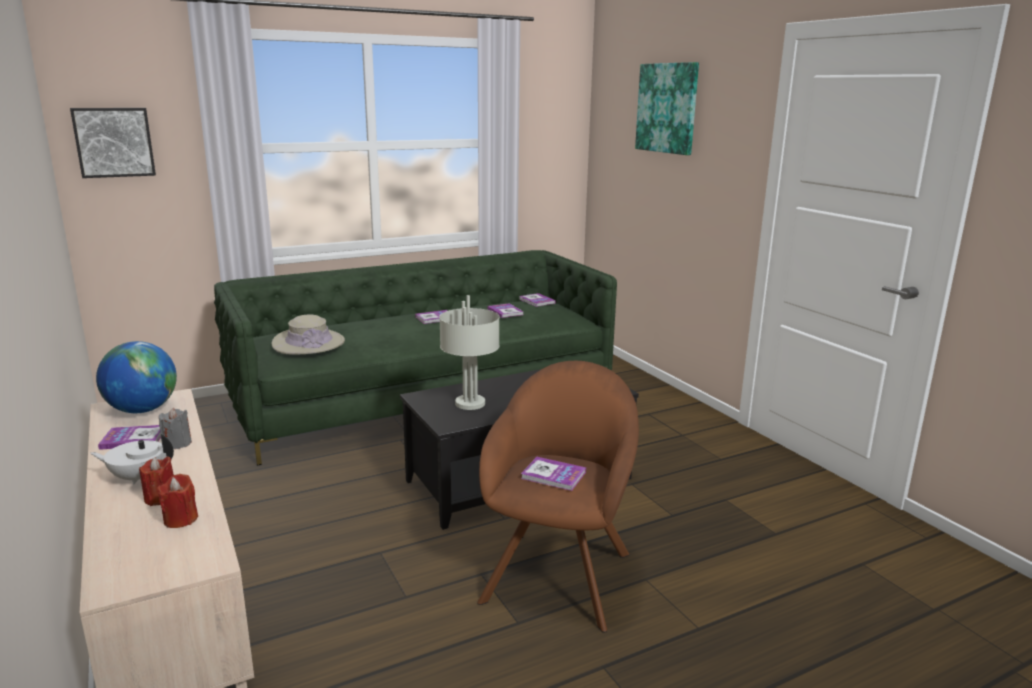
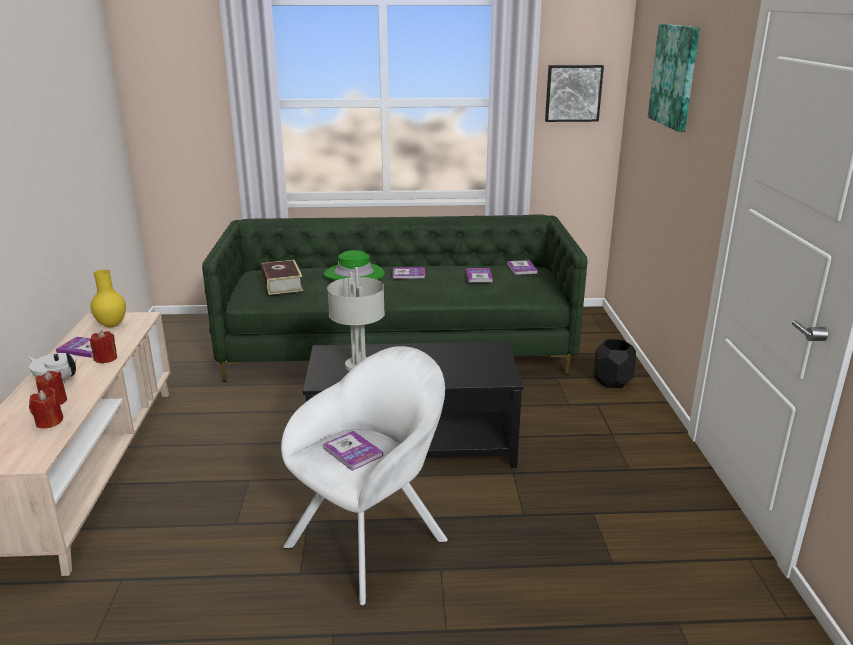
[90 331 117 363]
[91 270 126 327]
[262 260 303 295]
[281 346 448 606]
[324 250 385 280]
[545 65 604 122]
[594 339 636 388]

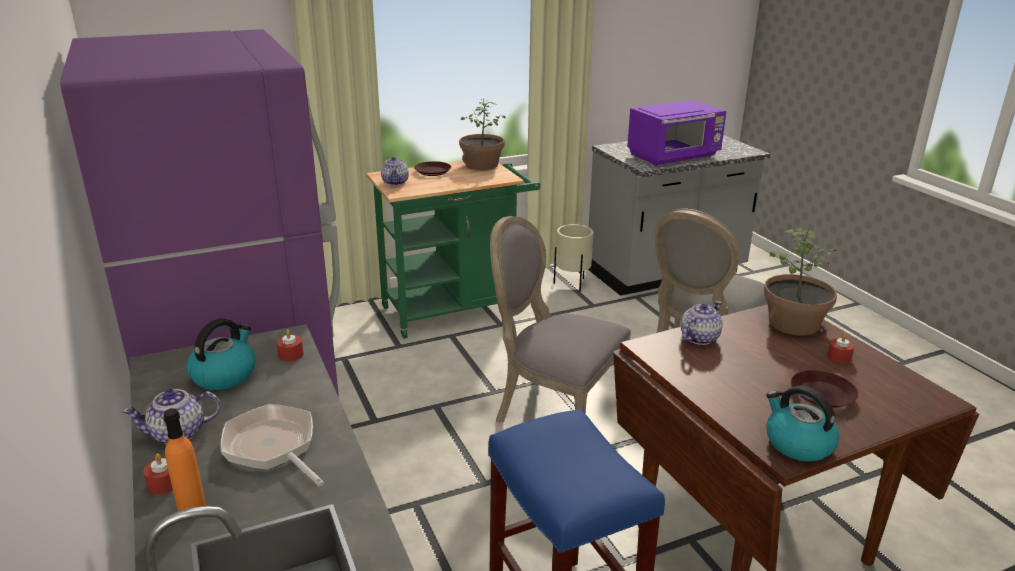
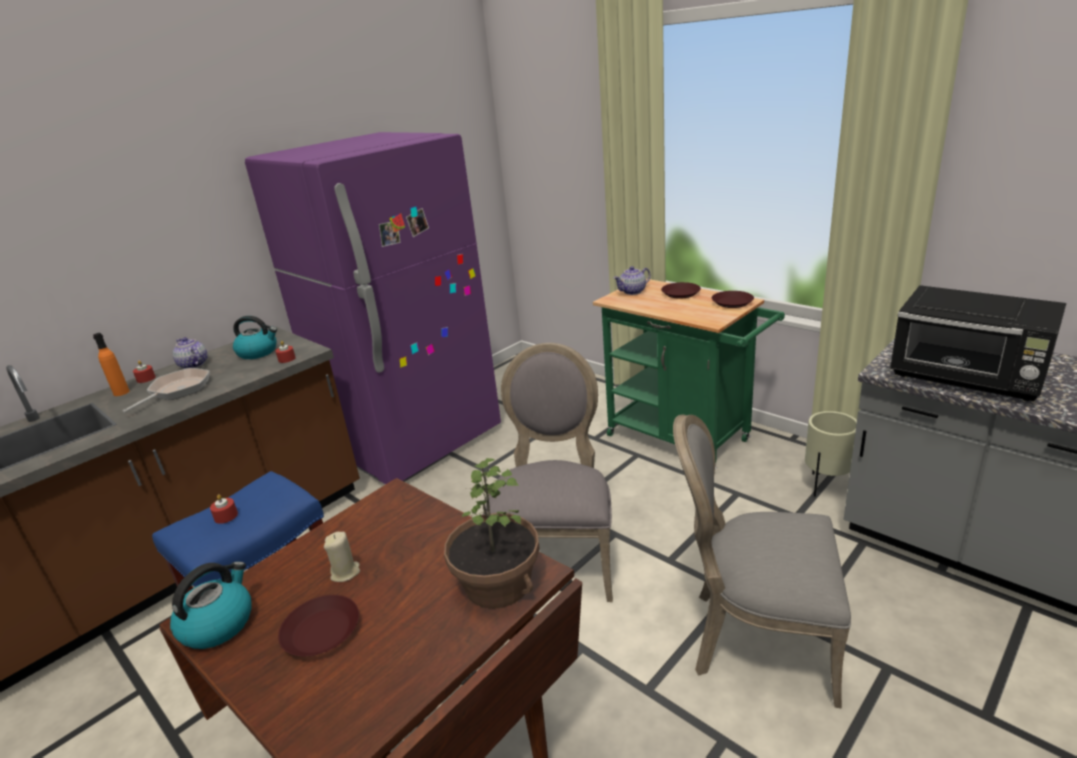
[210 495 238 524]
[324 532 360 582]
[712 291 754 308]
[890 285 1066 401]
[681 301 723 345] (first image)

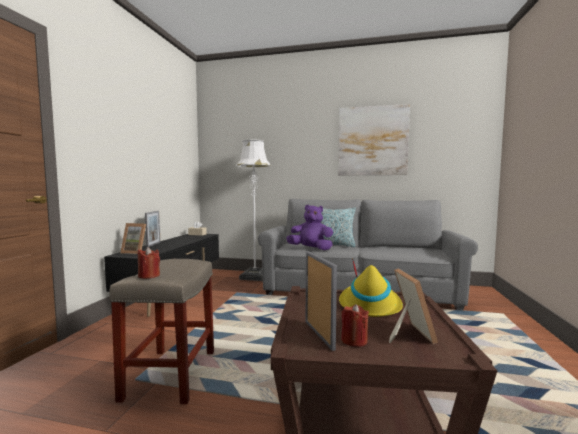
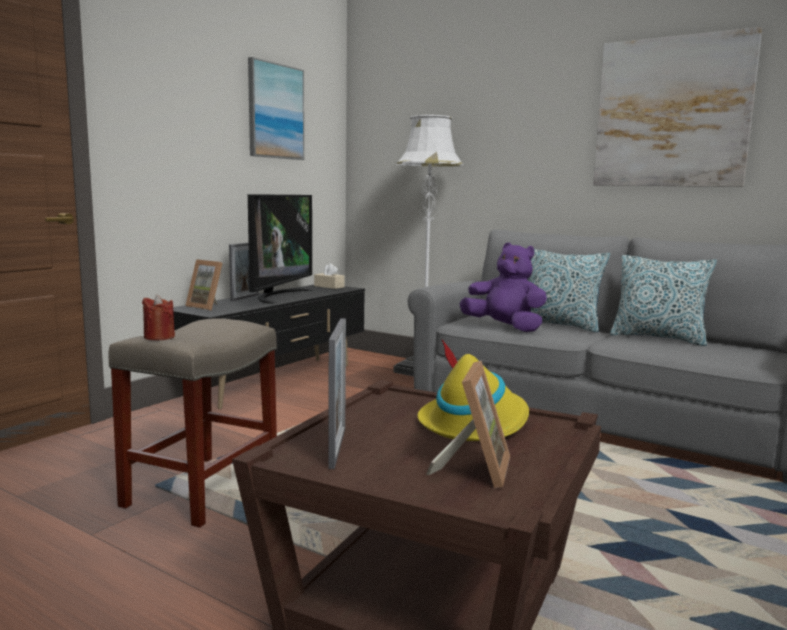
[248 57 304 160]
[248 194 312 304]
[610 255 717 346]
[341 304 369 347] (first image)

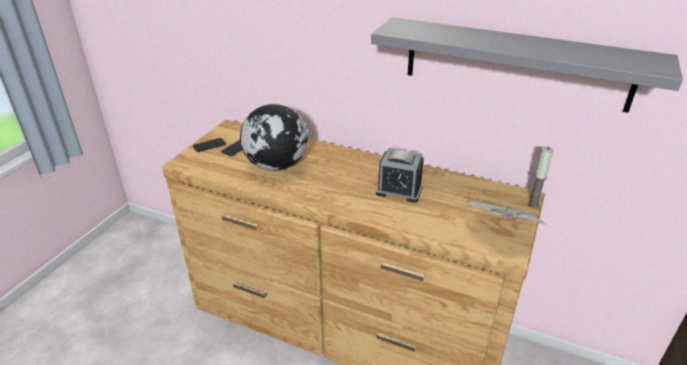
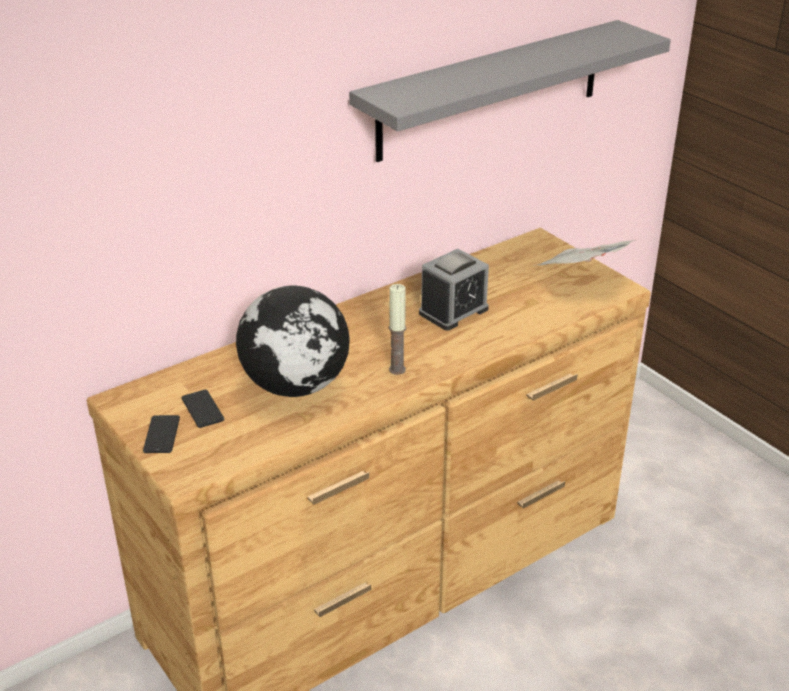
[389 284 406 375]

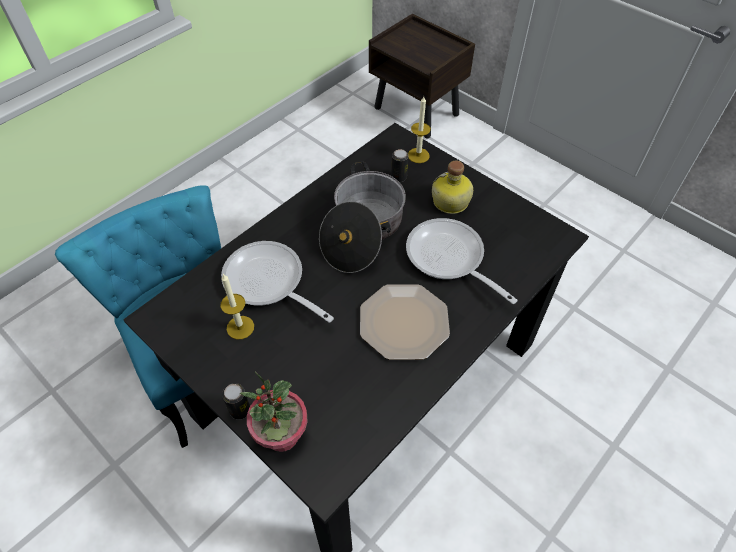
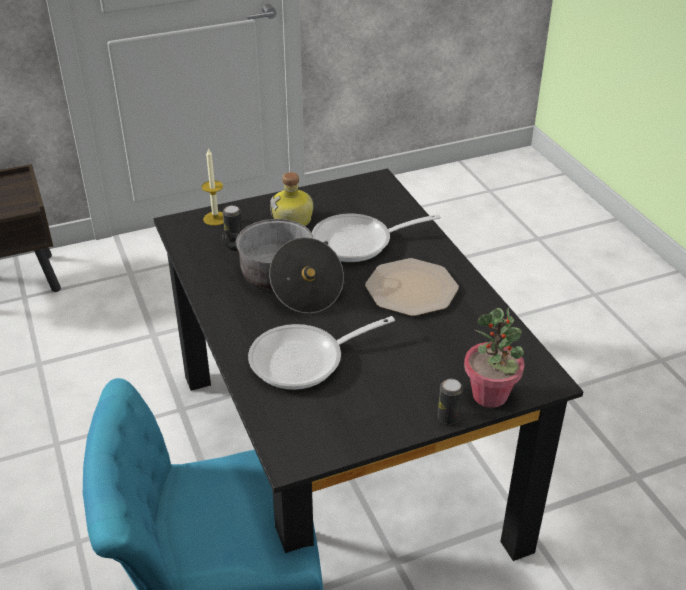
[220 274 254 339] (first image)

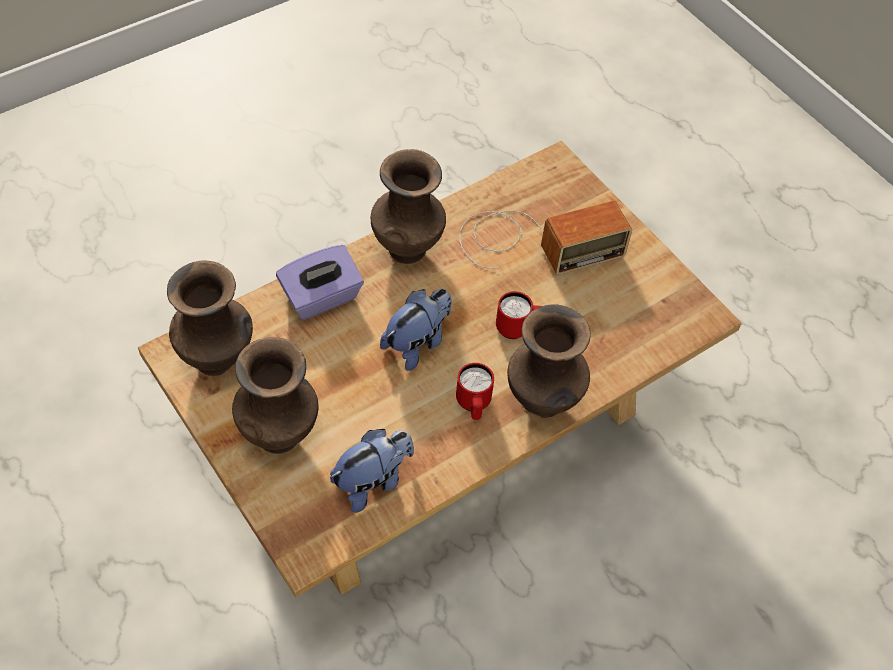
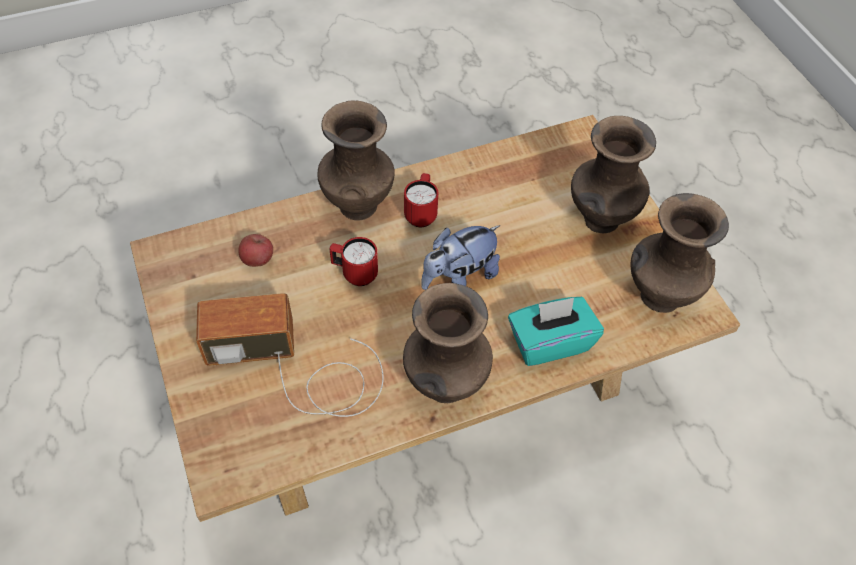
[239 234 273 267]
[508 297 604 366]
[330 429 414 513] (first image)

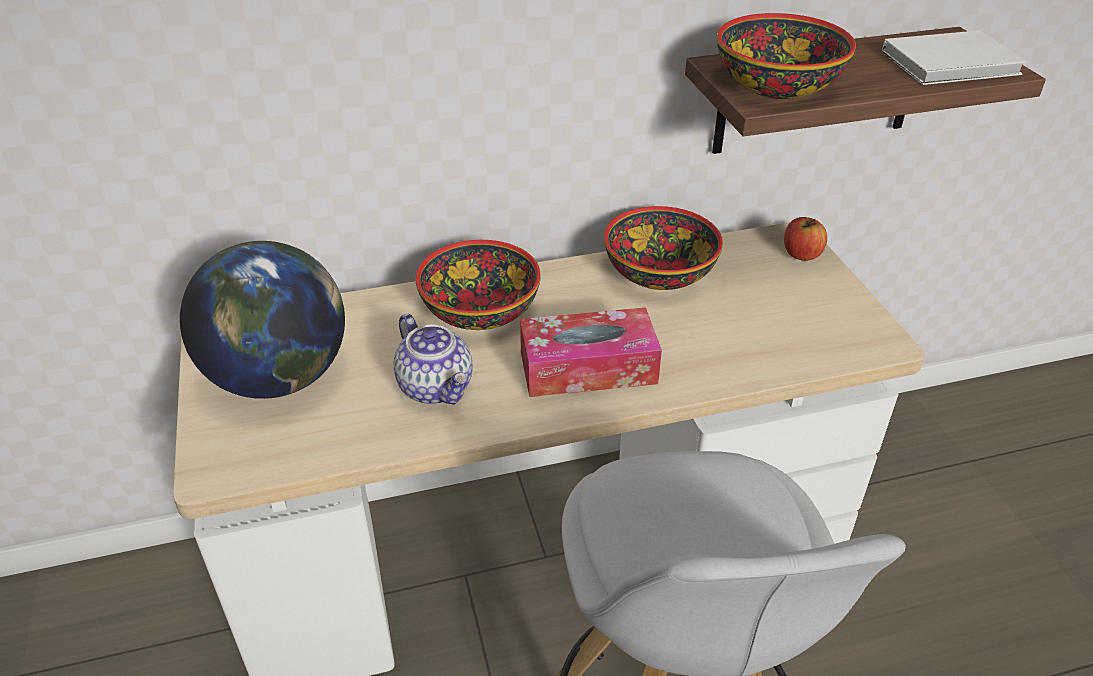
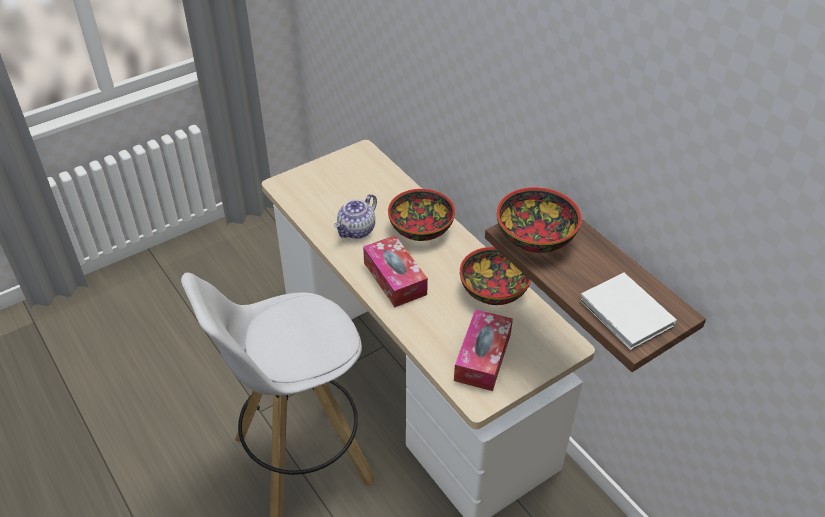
[454 309 513 391]
[180 241 345 399] (first image)
[784 217 827 261] (first image)

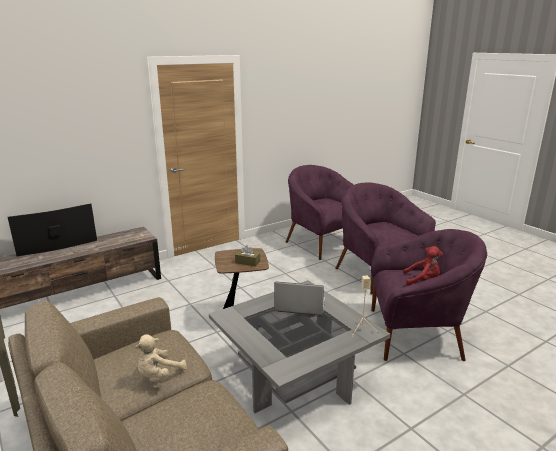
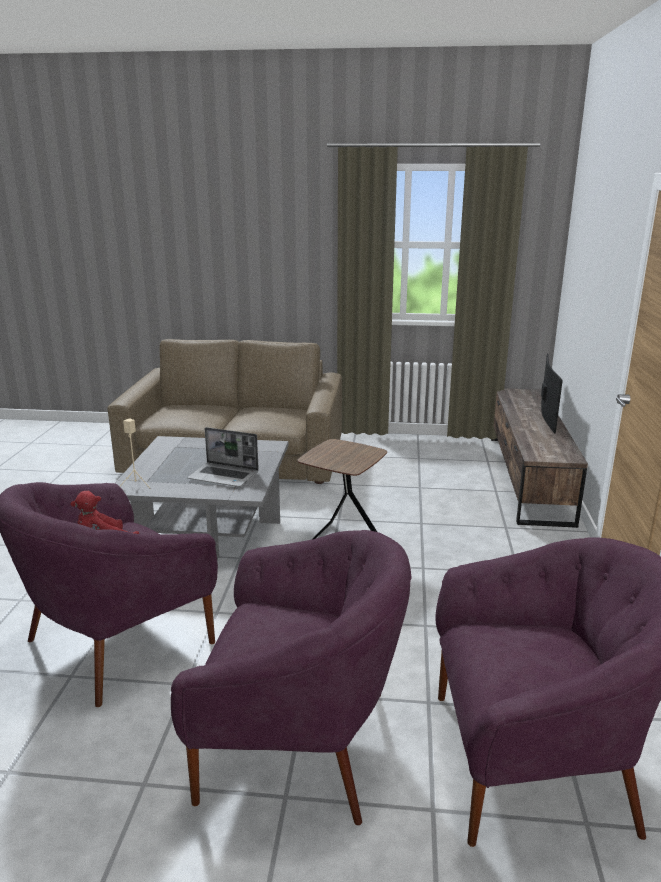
[187 427 259 487]
[135 334 187 379] (first image)
[235 245 260 267] (first image)

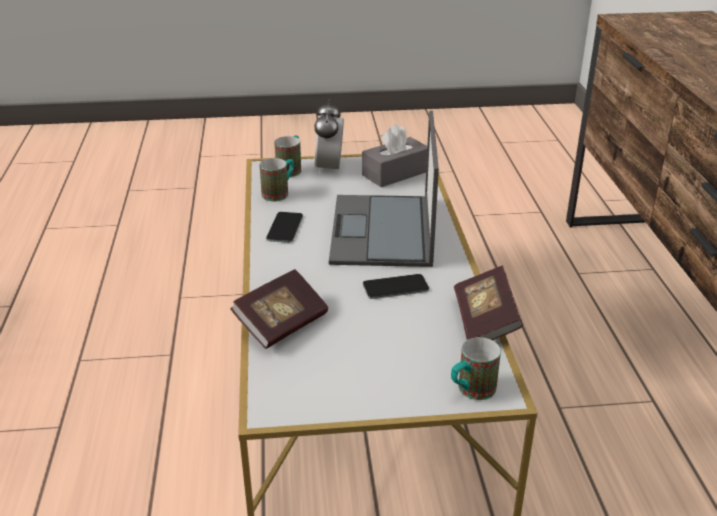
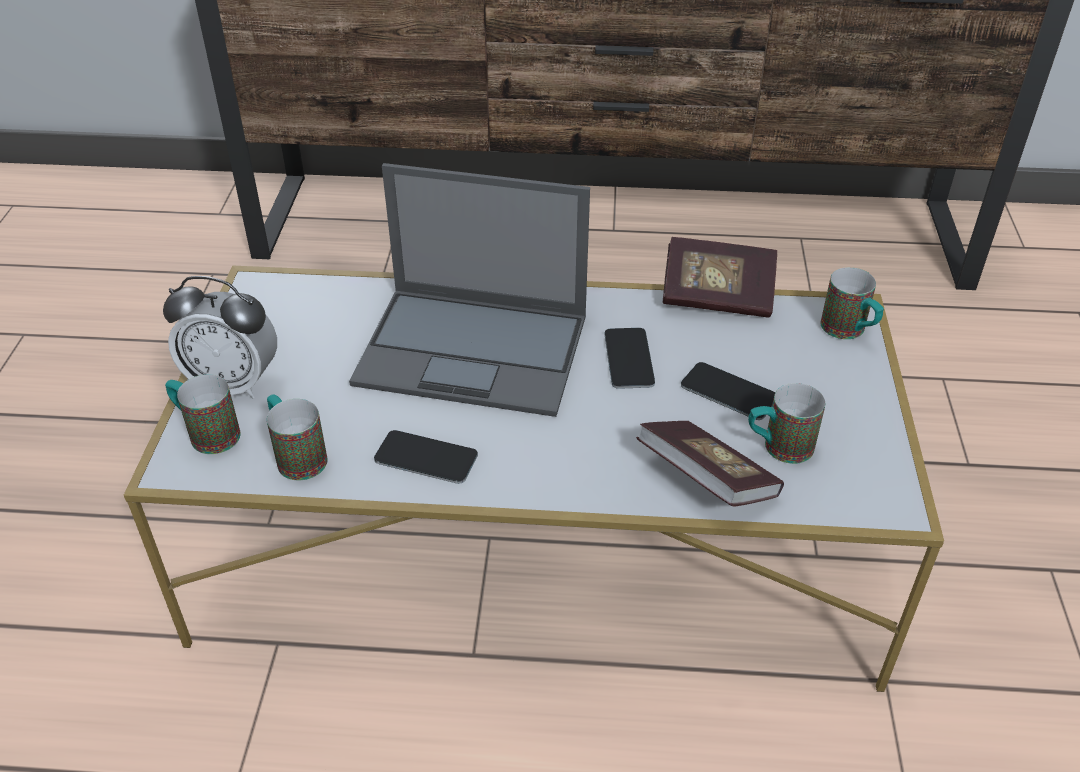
[681 362 776 420]
[748 383 825 464]
[362 124 427 187] (first image)

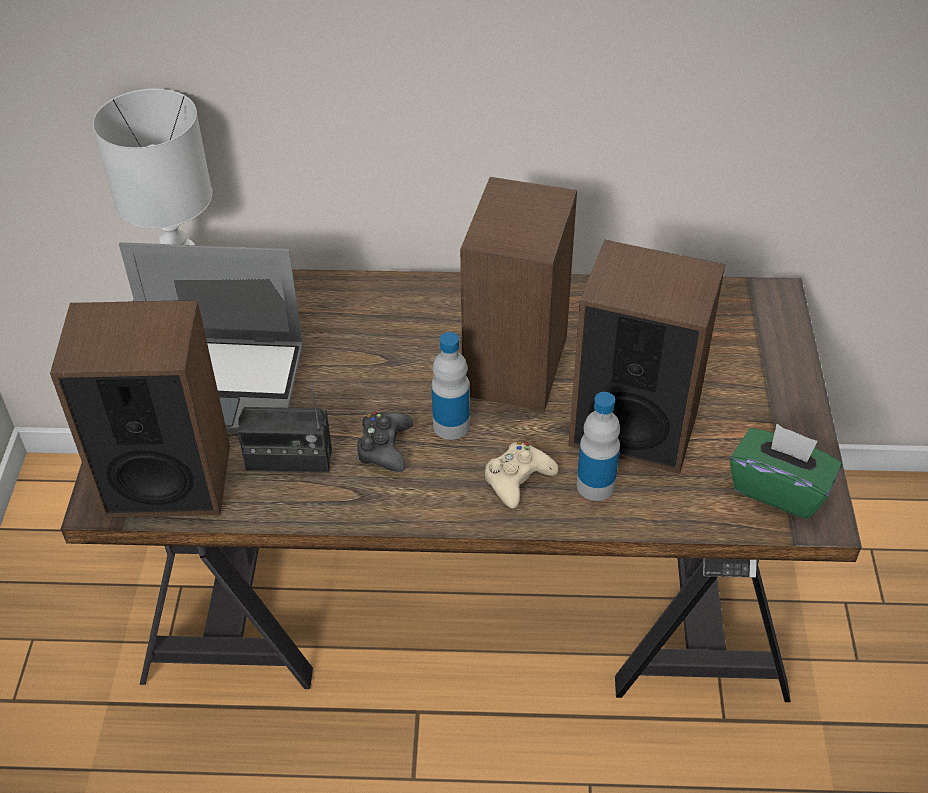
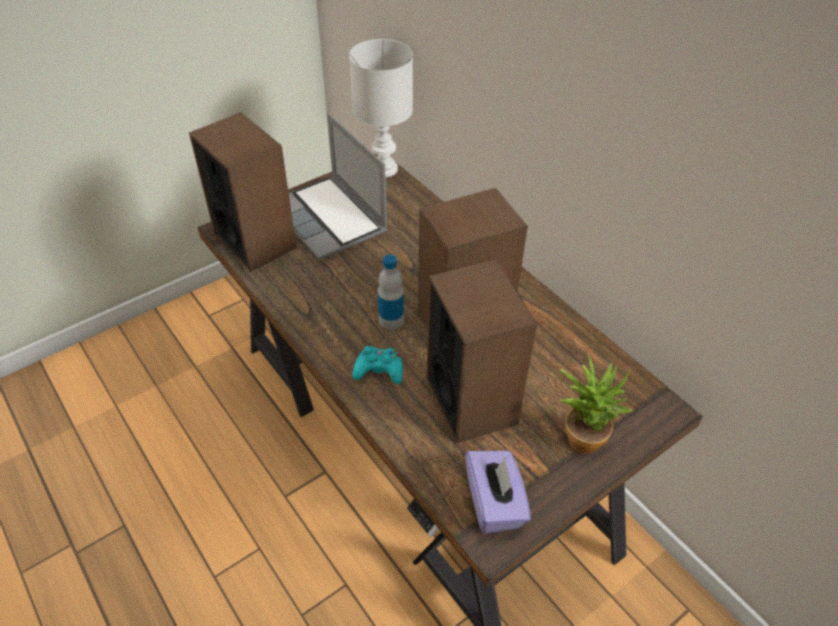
[353 346 403 384]
[465 451 531 534]
[559 354 633 454]
[238 382 332 473] (first image)
[356 412 413 472] (first image)
[576 392 620 501] (first image)

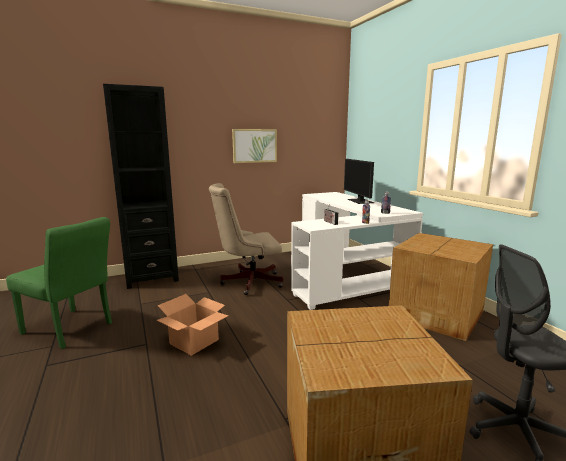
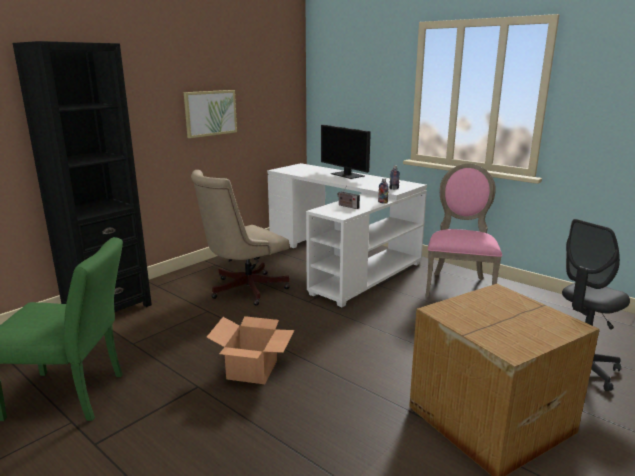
[425 164 502 297]

